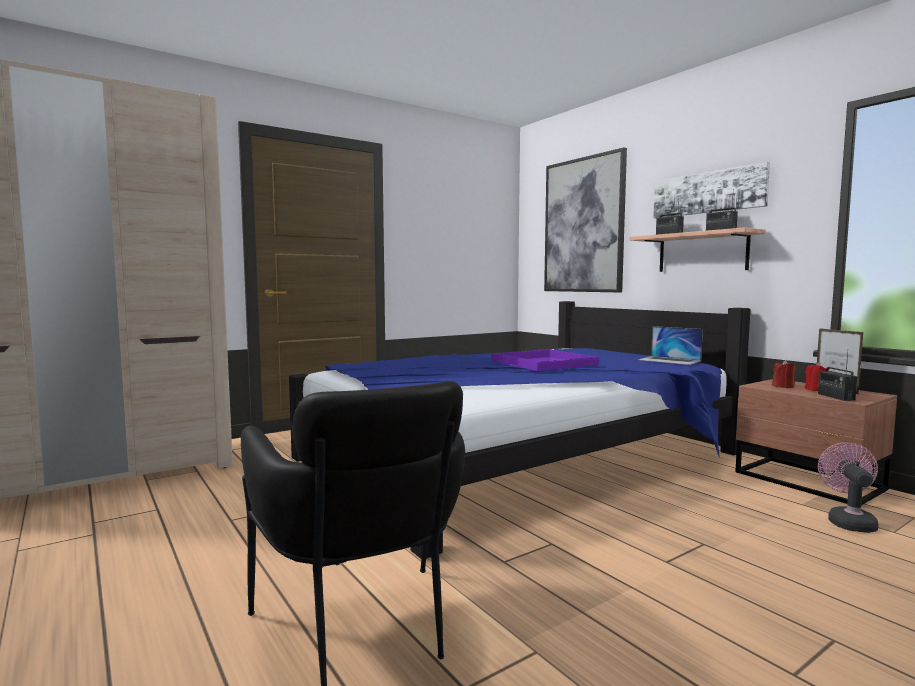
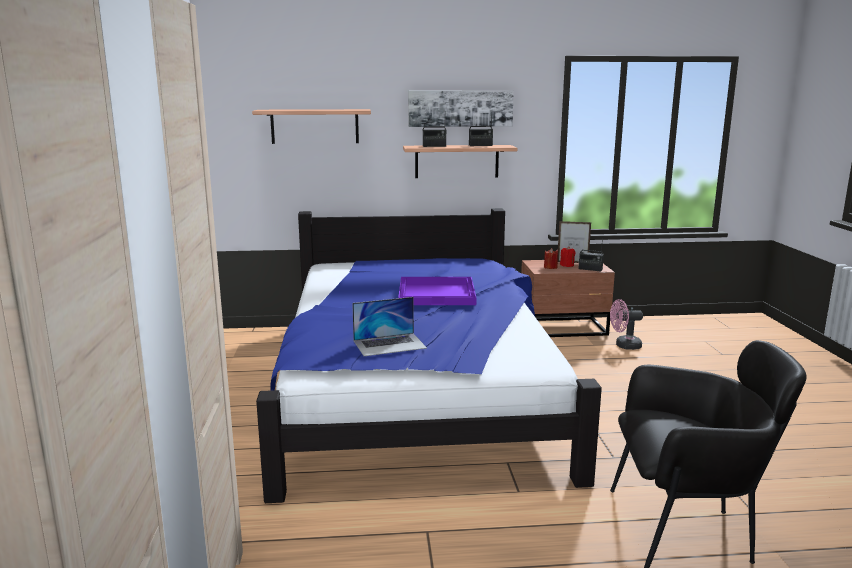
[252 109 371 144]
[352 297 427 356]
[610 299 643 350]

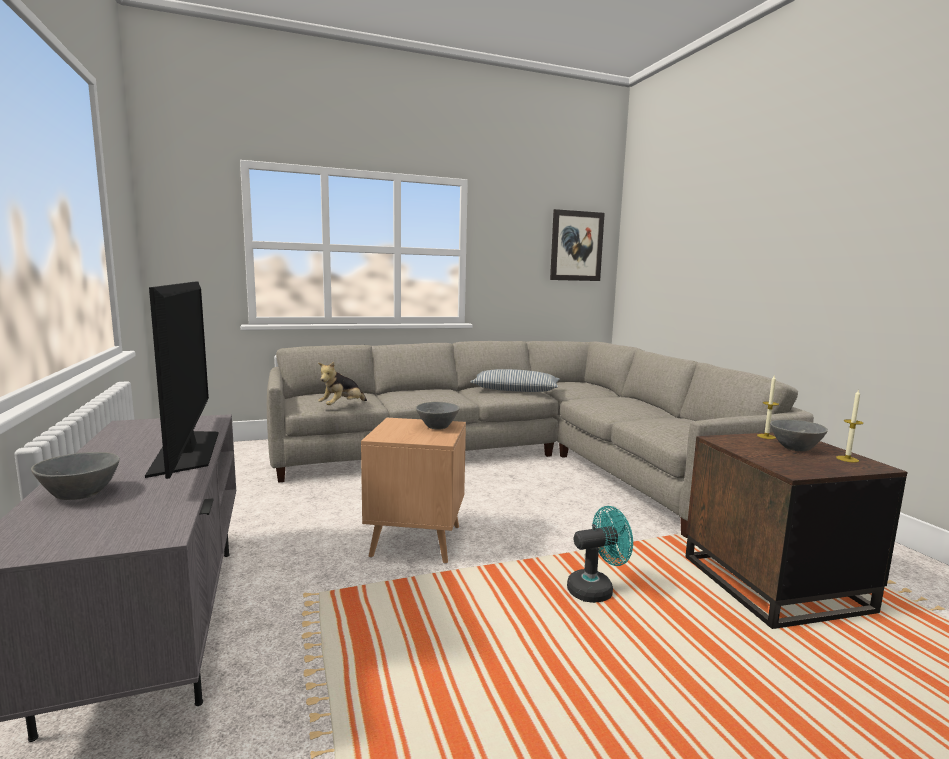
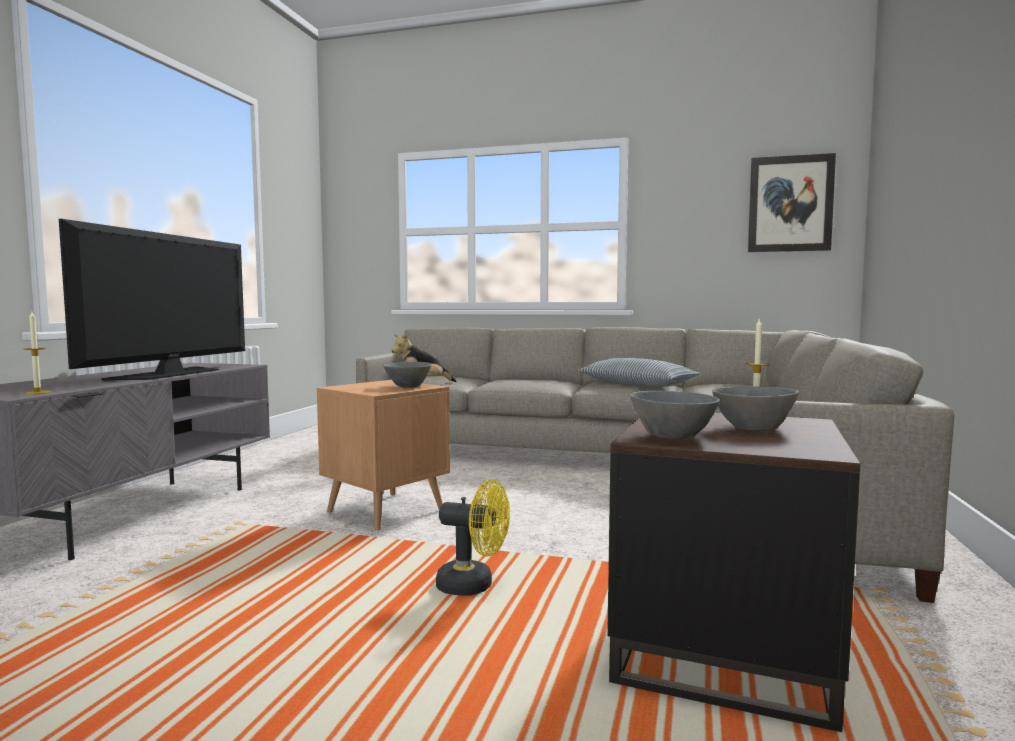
[23 312 51 394]
[436 480 510 595]
[630 391 720 439]

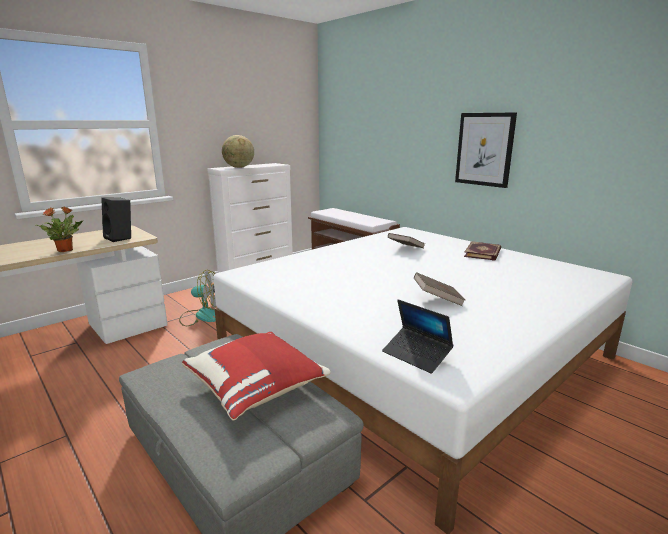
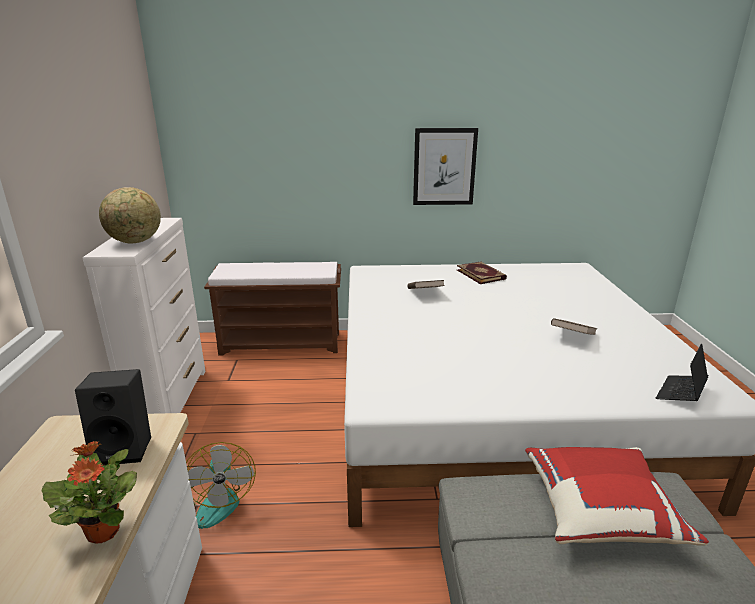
[186 442 256 529]
[656 344 708 401]

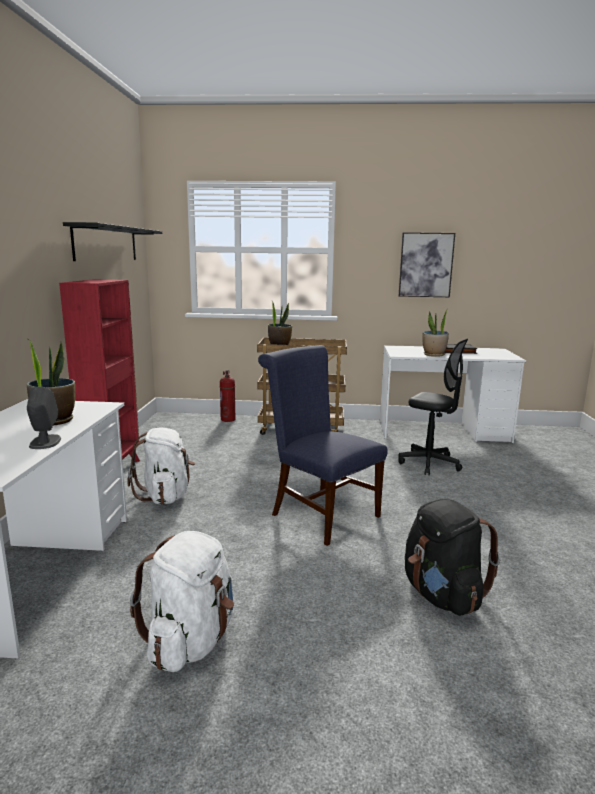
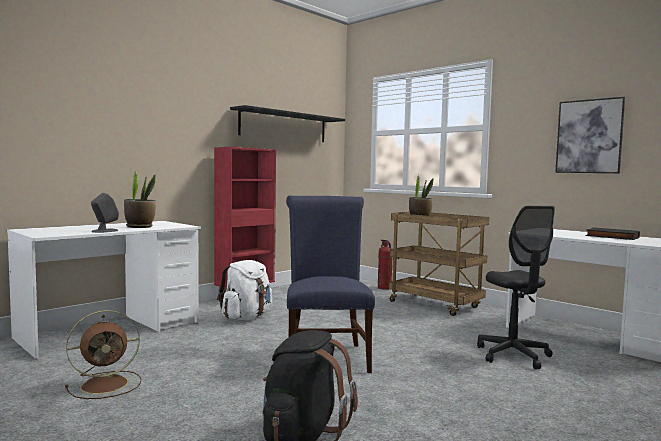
[65 310 141 399]
[423 310 449 357] (first image)

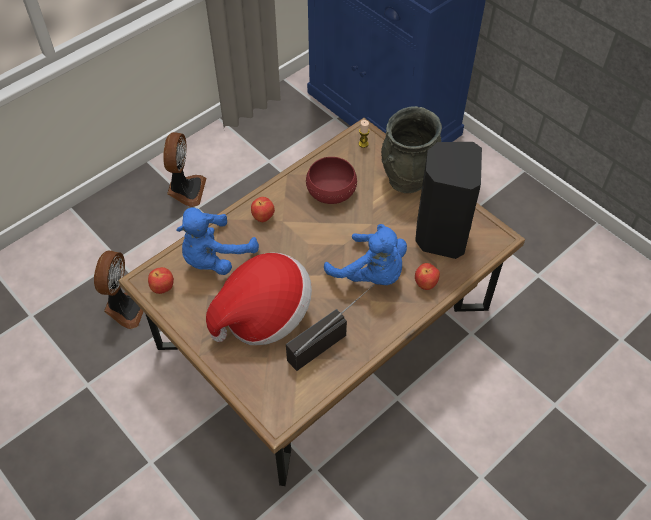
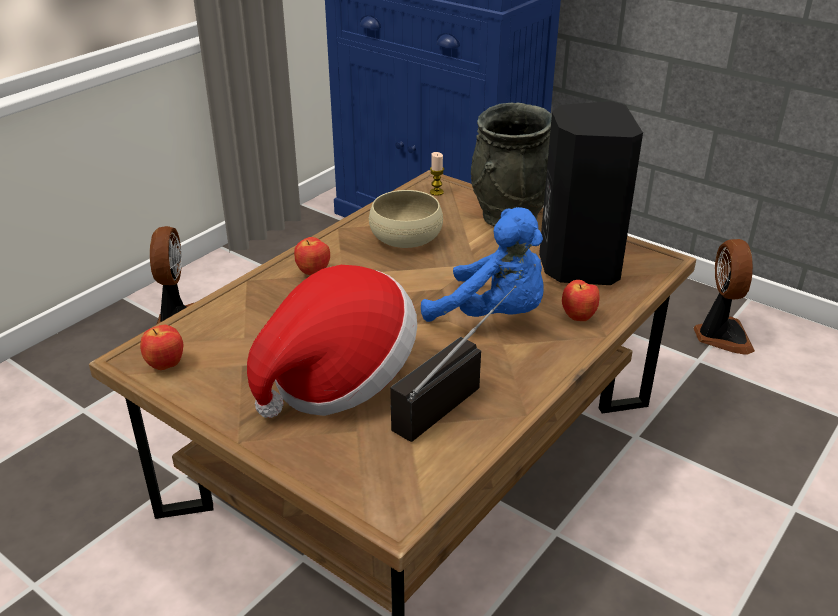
[369 190 443 248]
[694 239 755 355]
[176 207 259 275] (first image)

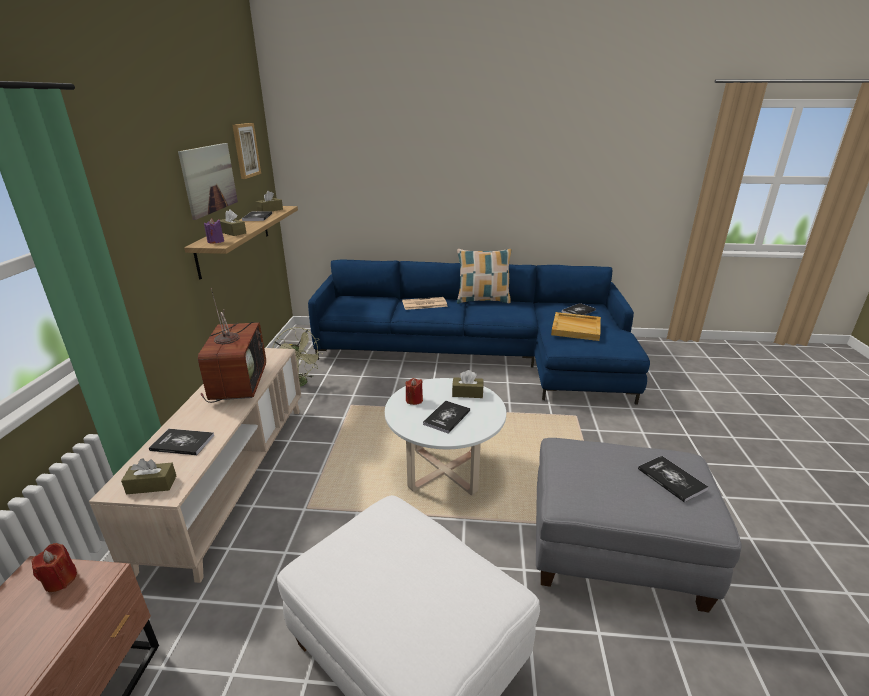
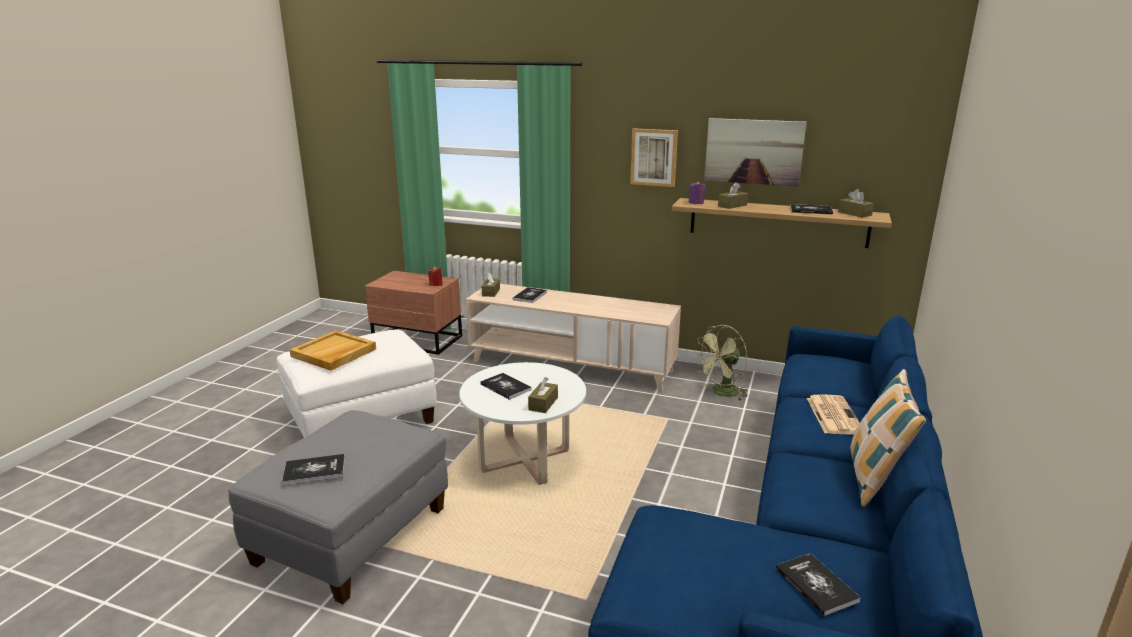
[290 330 376 371]
[630 128 678 187]
[198 288 266 403] (first image)
[406 378 423 405] (first image)

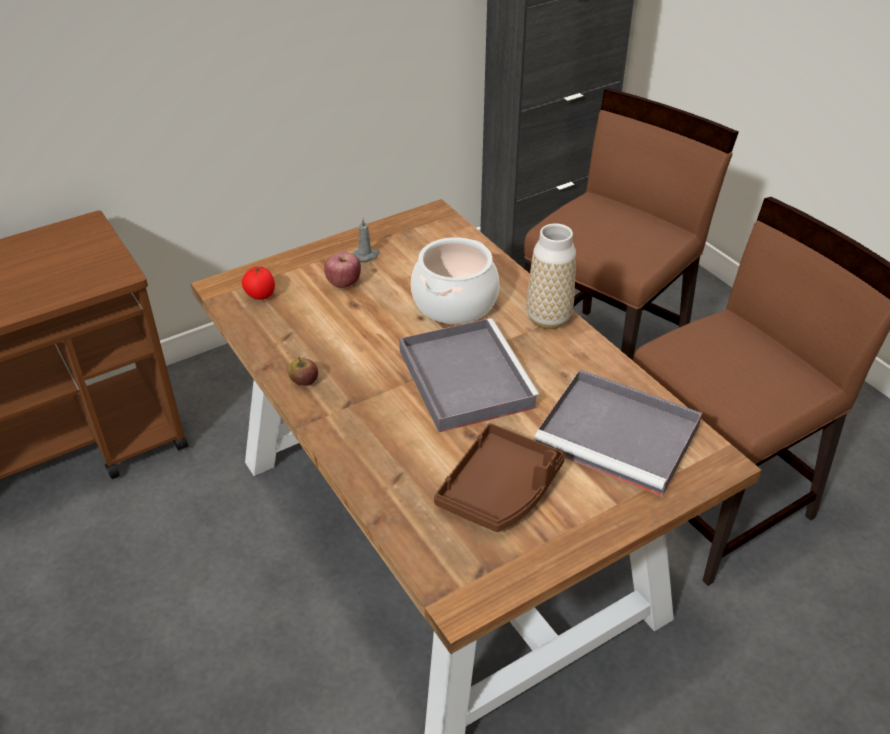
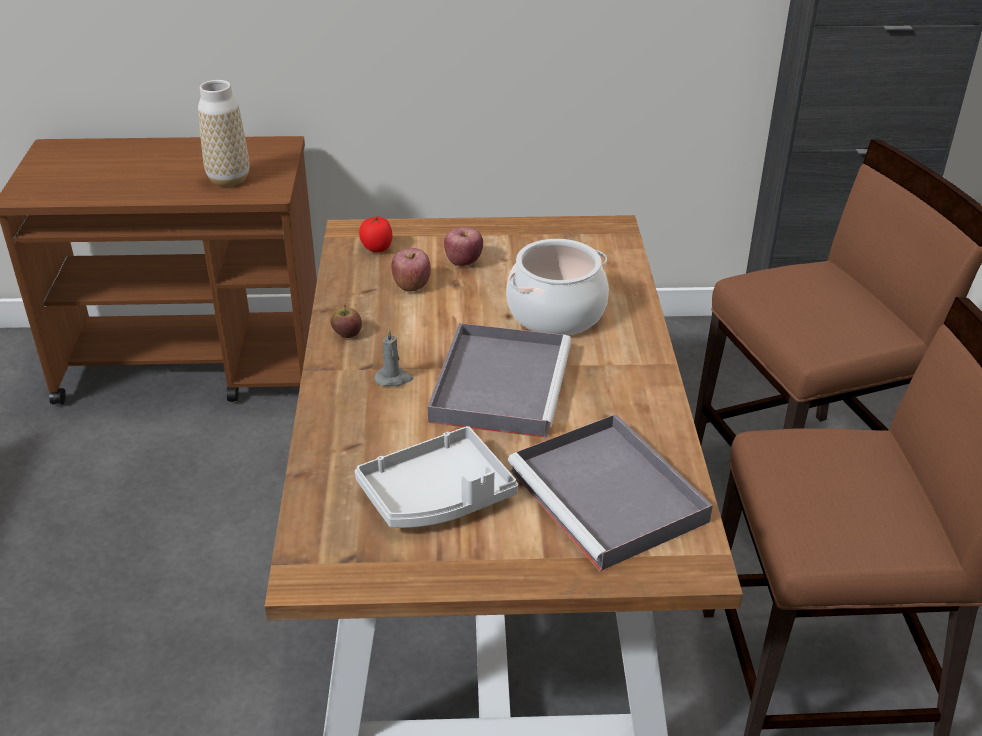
[198 80 249 187]
[355 426 518 528]
[375 328 413 387]
[391 248 431 292]

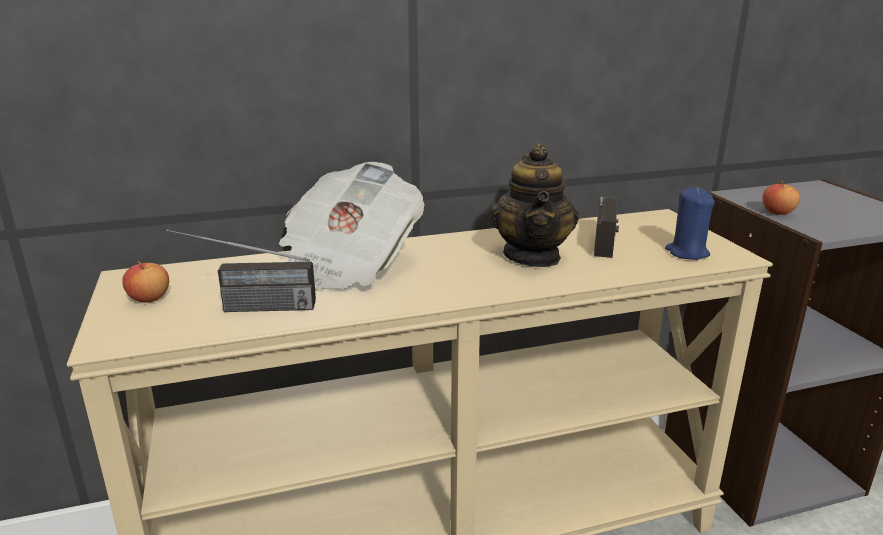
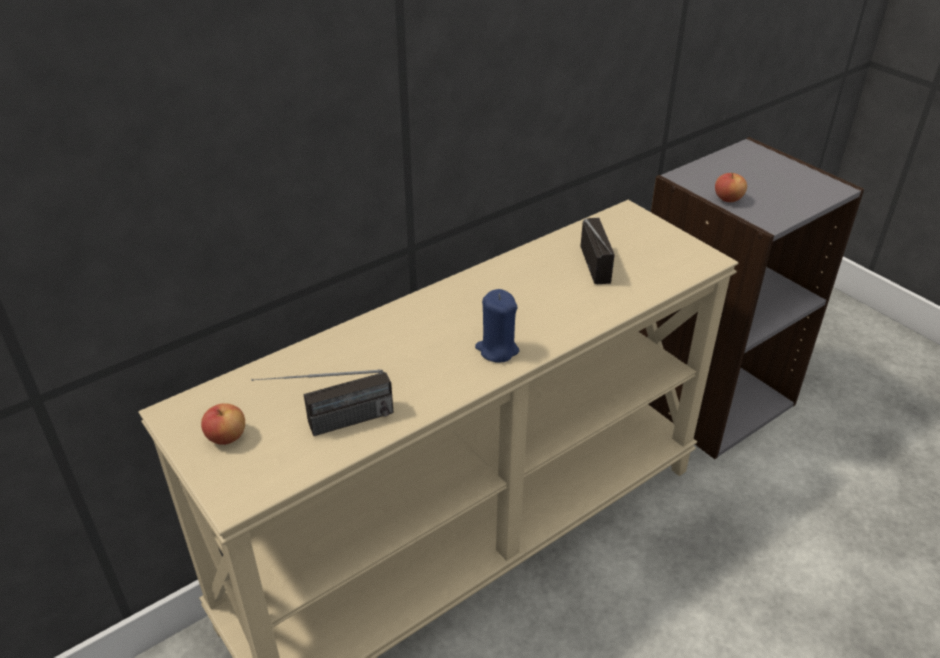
[475 289 519 363]
[279 162 425 290] (first image)
[490 143 579 267] (first image)

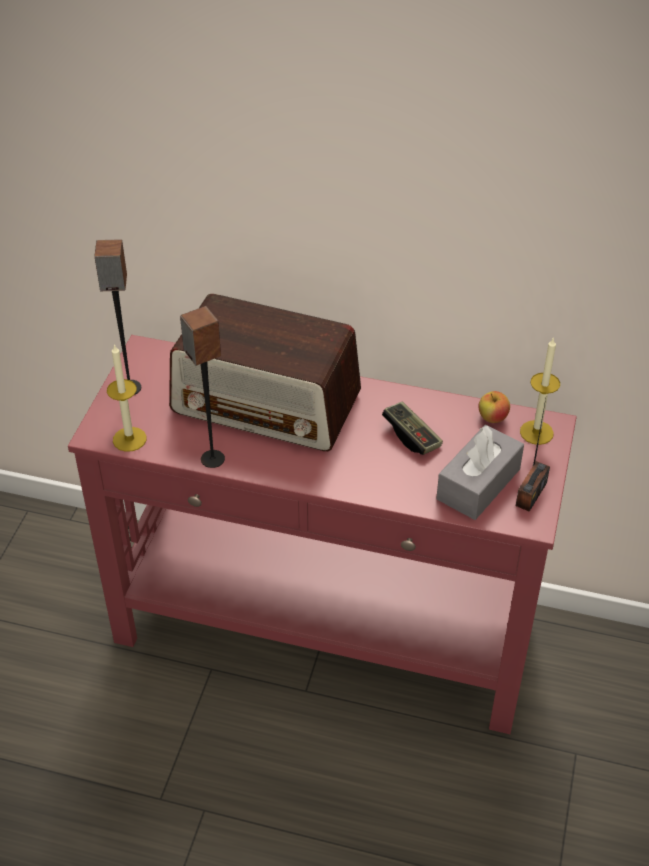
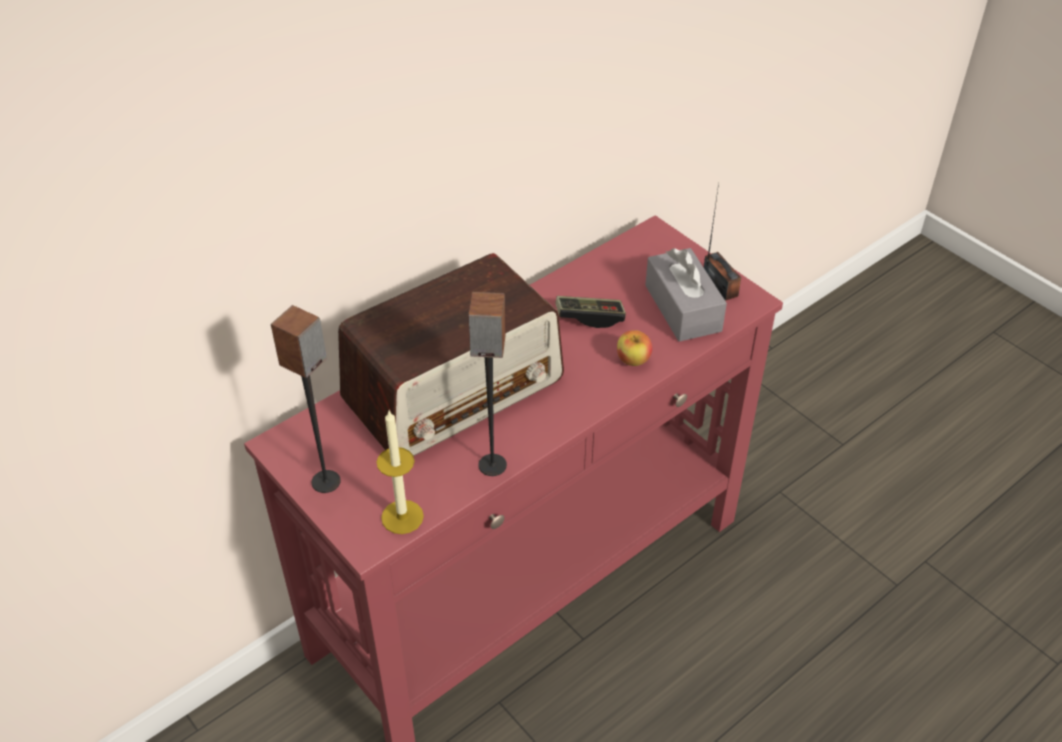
[617 330 652 366]
[520 337 560 445] (first image)

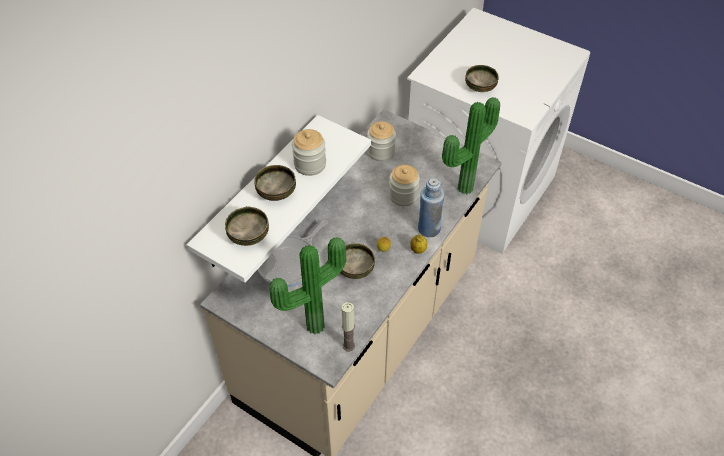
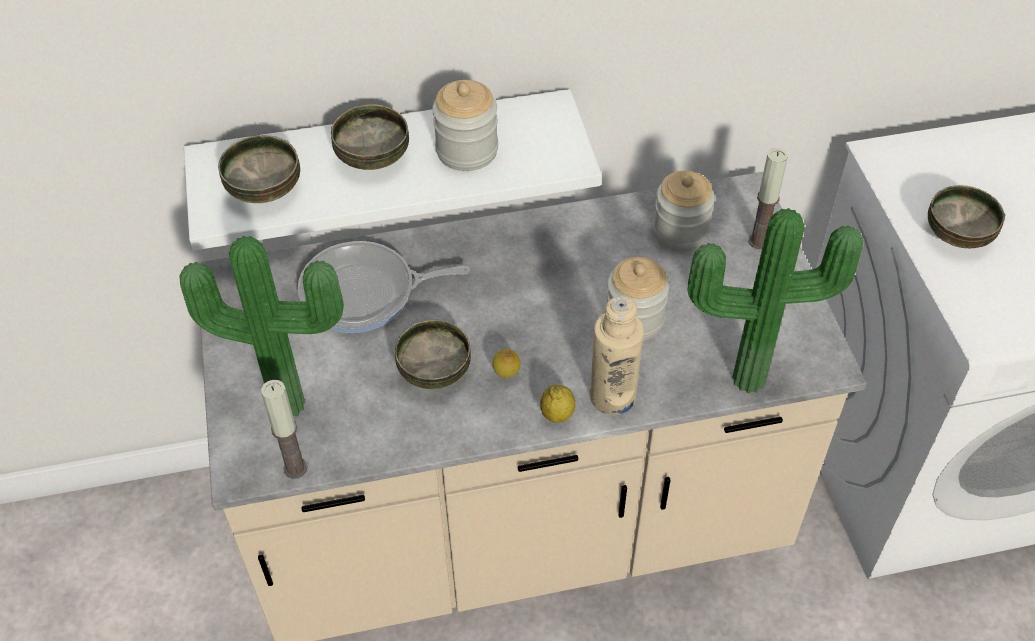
[590 296 644 415]
[748 148 788 249]

